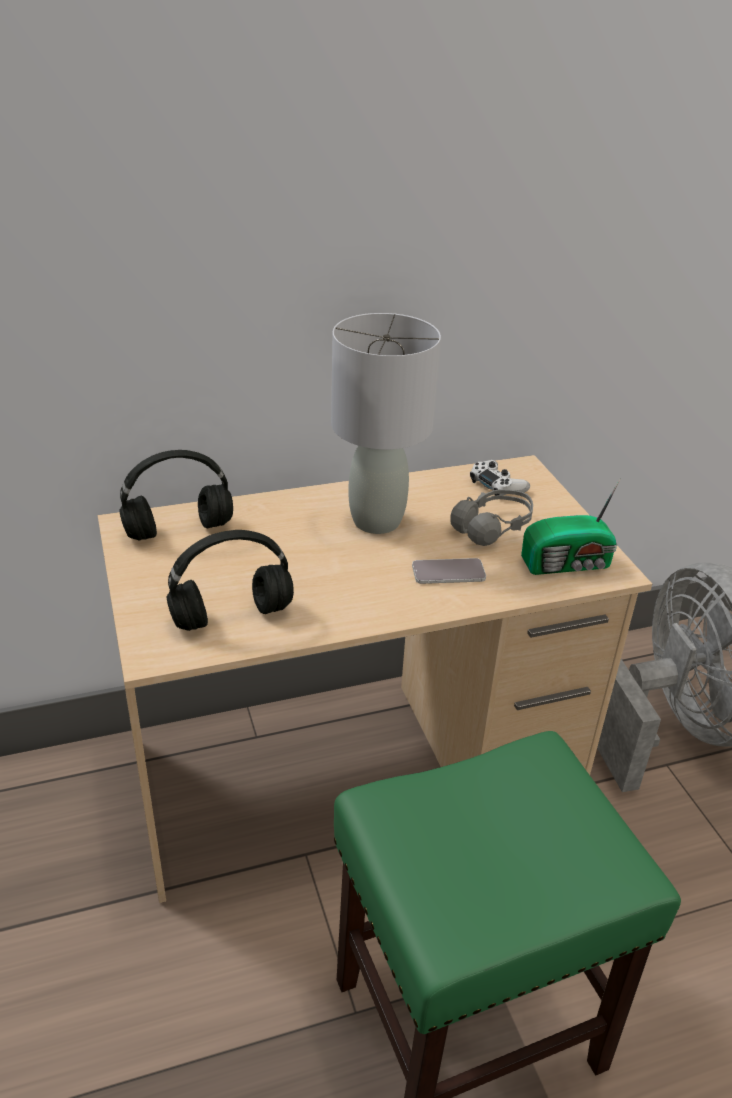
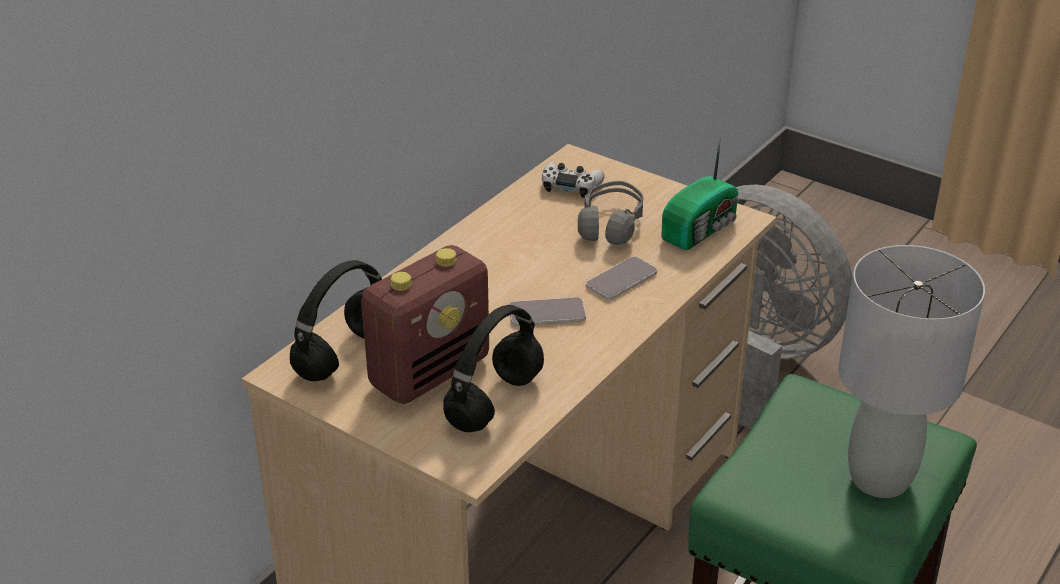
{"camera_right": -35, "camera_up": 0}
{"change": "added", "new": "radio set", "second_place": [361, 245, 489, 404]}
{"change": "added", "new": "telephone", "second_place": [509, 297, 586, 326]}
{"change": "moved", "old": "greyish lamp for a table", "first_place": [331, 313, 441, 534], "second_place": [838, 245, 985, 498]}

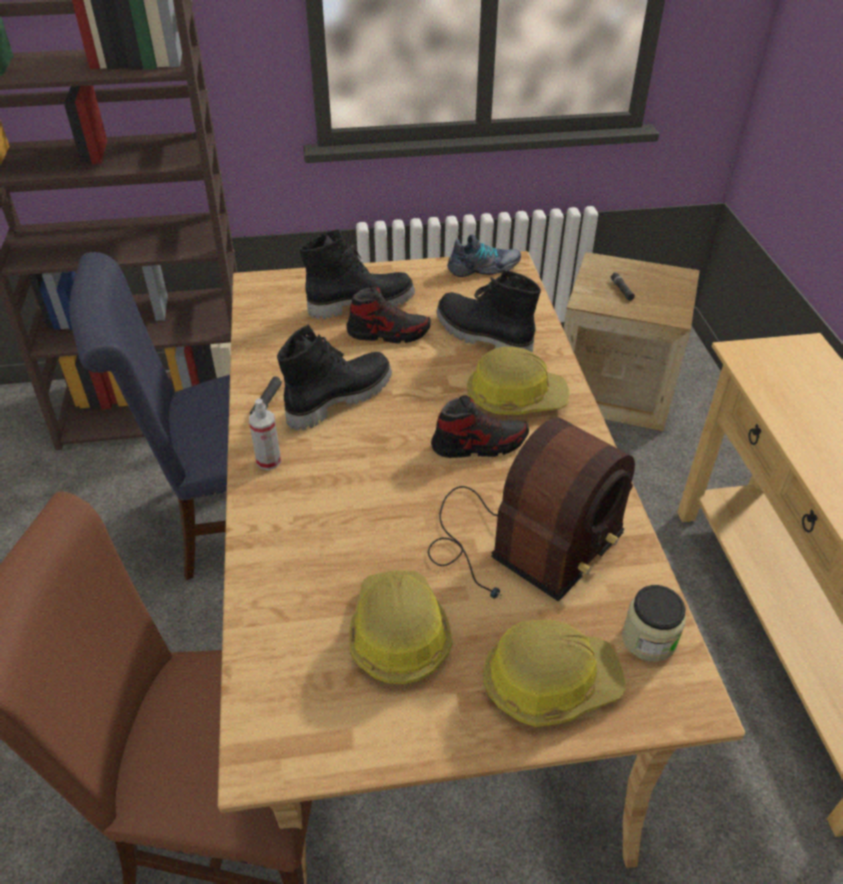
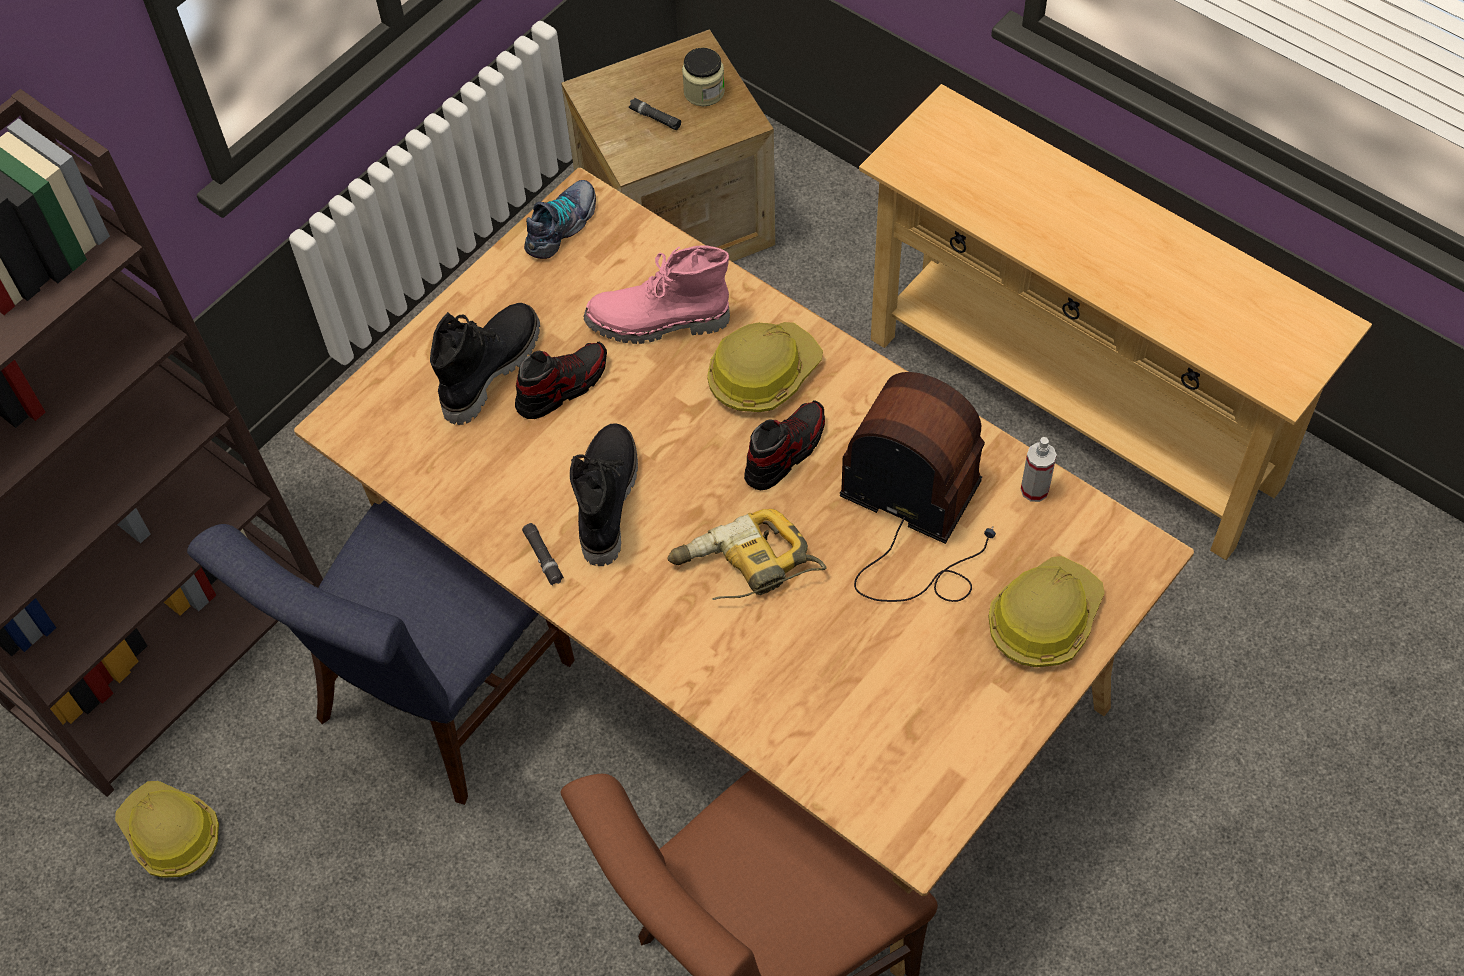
{"camera_right": -40, "camera_up": 15}
{"change": "added", "new": "power drill", "second_place": [668, 509, 827, 600]}
{"change": "moved", "old": "spray bottle", "first_place": [249, 398, 281, 470], "second_place": [1021, 437, 1057, 502]}
{"change": "moved", "old": "safety helmet", "first_place": [349, 570, 453, 684], "second_place": [115, 781, 219, 878]}
{"change": "moved", "old": "storage jar", "first_place": [622, 585, 686, 662], "second_place": [682, 48, 725, 106]}
{"change": "recoloured", "old": "blackish boot", "new": "pink-coloured boot", "first_place": [437, 270, 541, 353], "second_place": [584, 245, 730, 344]}
{"change": "turned", "old": "radio set", "first_place": [428, 417, 635, 602], "second_place": [840, 372, 996, 602], "degrees": -60}

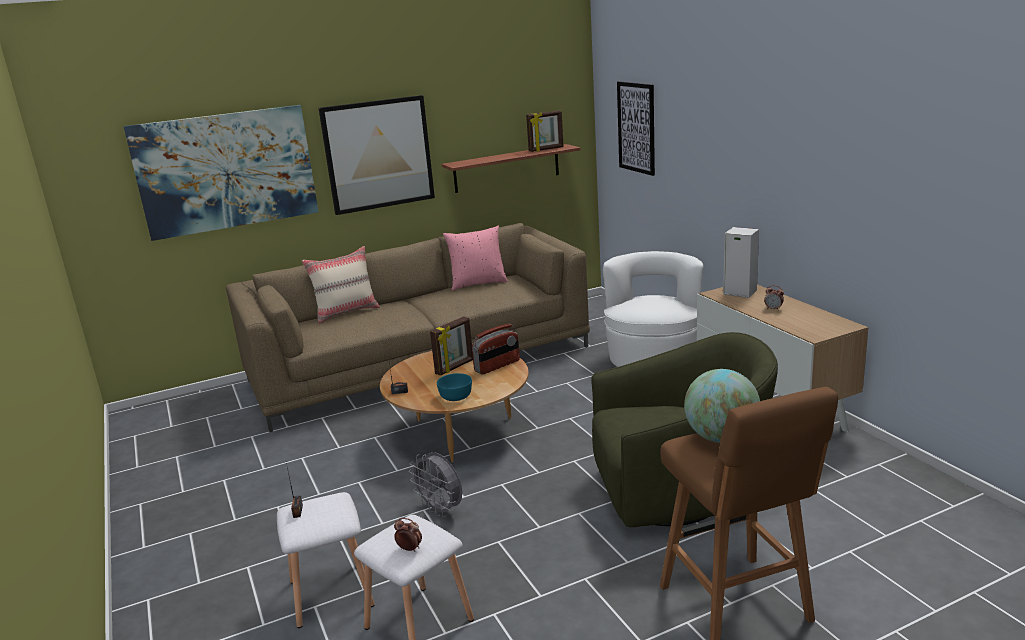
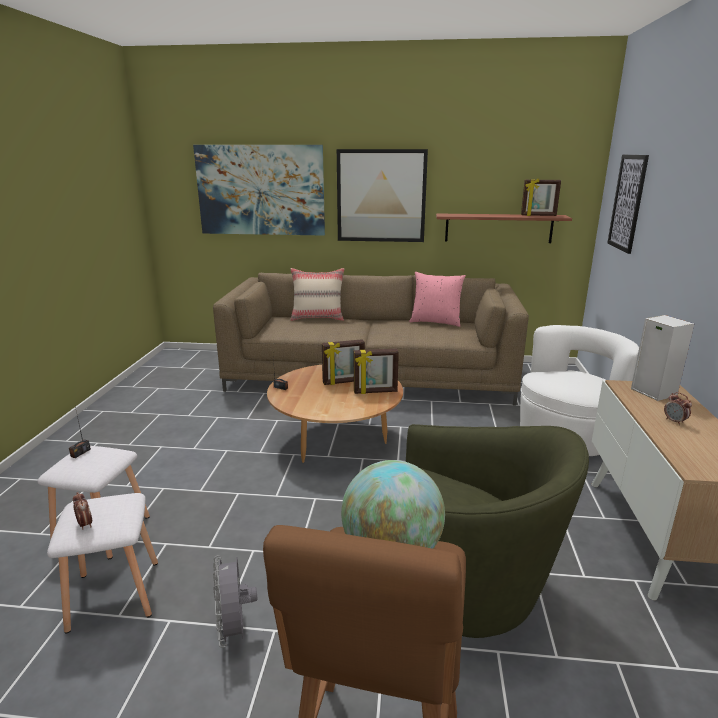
{"camera_right": 30, "camera_up": 0}
{"change": "removed", "old": "turquoise serving bowl", "first_place": [437, 373, 472, 401]}
{"change": "moved", "old": "greyish electric fan", "first_place": [409, 452, 462, 517], "second_place": [213, 555, 258, 648]}
{"change": "replaced", "old": "radio set", "new": "picture frame", "first_place": [472, 324, 520, 375], "second_place": [354, 349, 399, 394]}

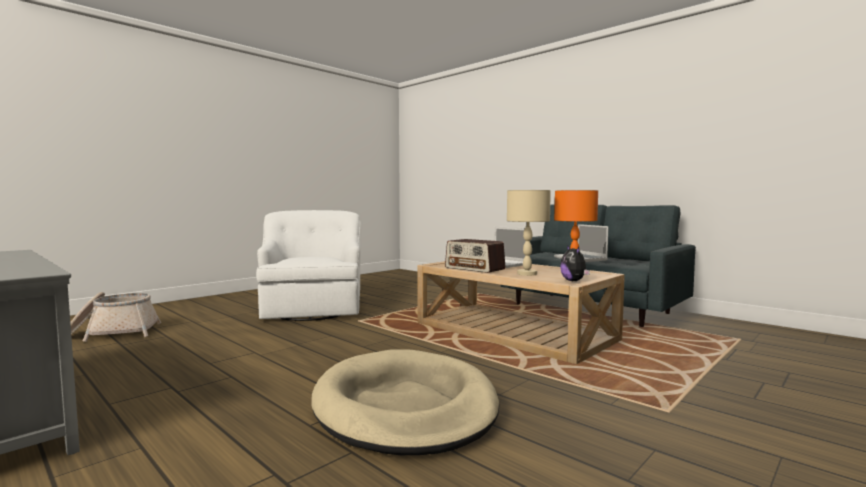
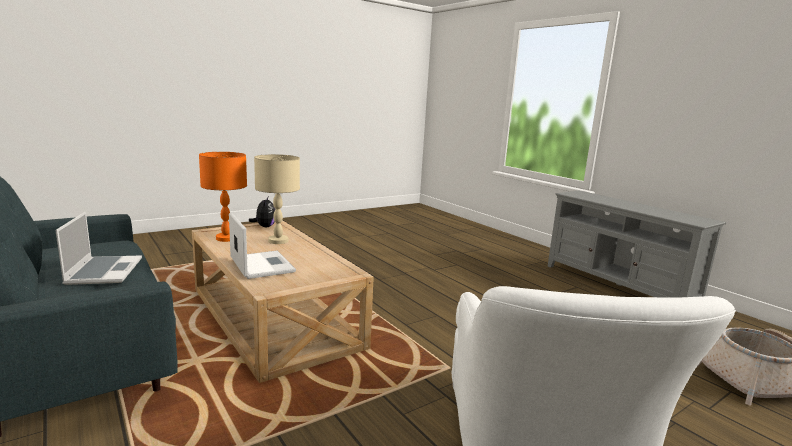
{"camera_right": -170, "camera_up": 10}
{"change": "removed", "old": "beige-coloured dog cushion", "first_place": [311, 350, 500, 455]}
{"change": "removed", "old": "radio set", "first_place": [445, 239, 506, 273]}

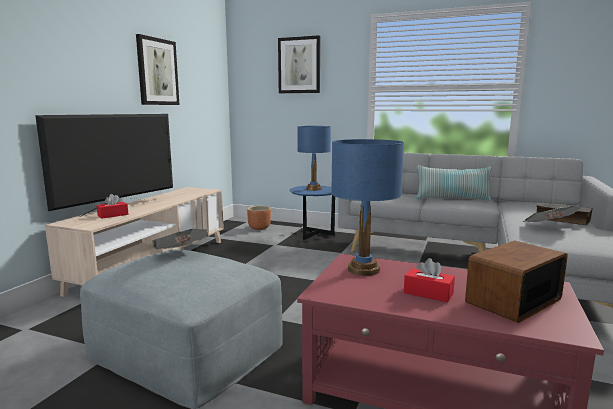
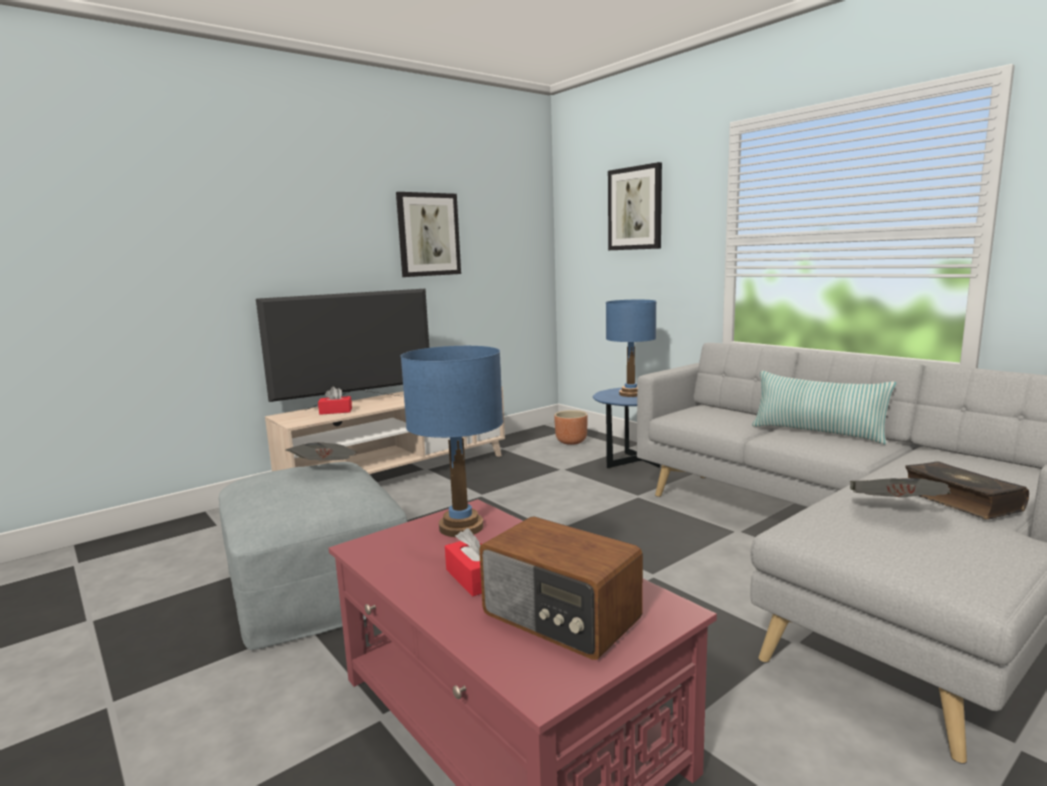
{"camera_right": 30, "camera_up": 0}
{"change": "turned", "old": "radio set", "first_place": [465, 240, 568, 323], "second_place": [479, 516, 643, 660], "degrees": -135}

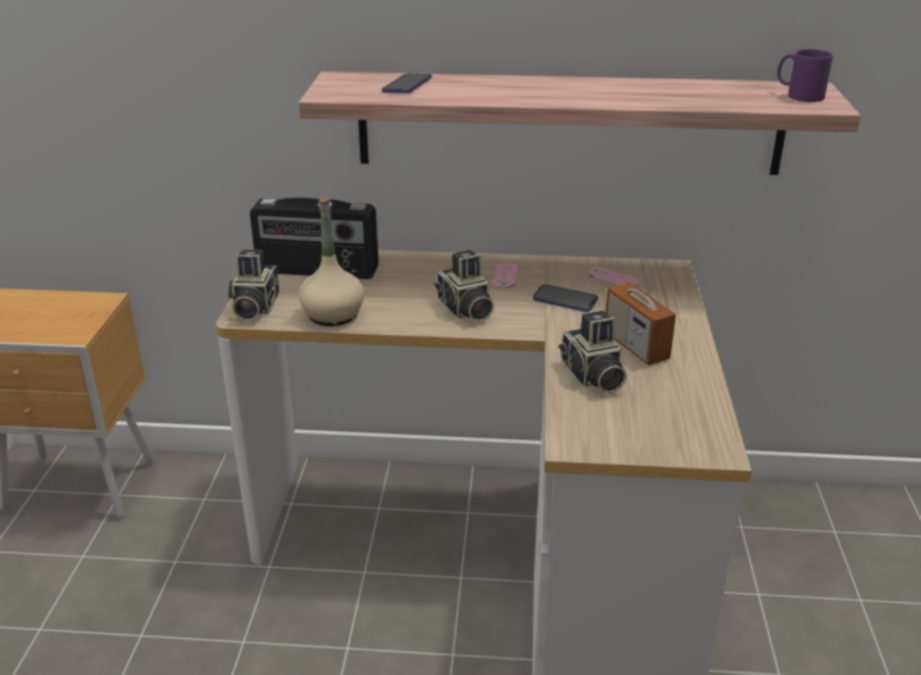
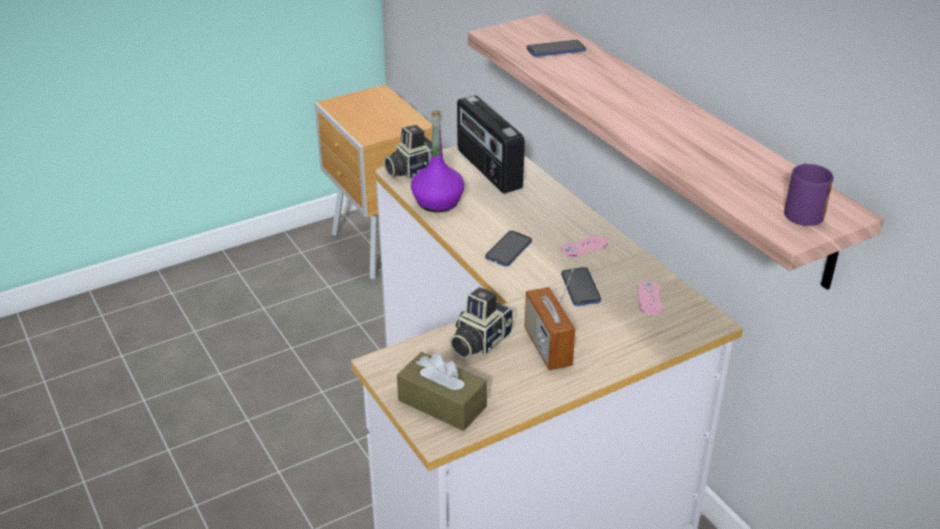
{"camera_right": 55, "camera_up": 5}
{"change": "added", "new": "brown-coloured tissue box", "second_place": [397, 352, 487, 431]}
{"change": "replaced", "old": "photo camera", "new": "telephone", "first_place": [435, 250, 494, 322], "second_place": [485, 231, 532, 267]}
{"change": "recoloured", "old": "beige-coloured bottle", "new": "purplish bottle", "first_place": [299, 198, 365, 326], "second_place": [411, 110, 464, 212]}
{"change": "turned", "old": "radio set", "first_place": [605, 249, 676, 365], "second_place": [525, 269, 575, 370], "degrees": -45}

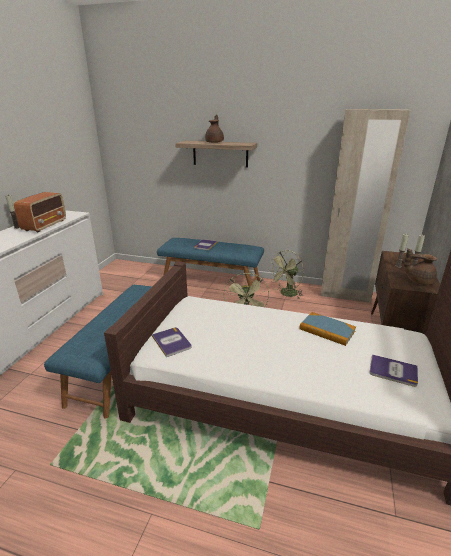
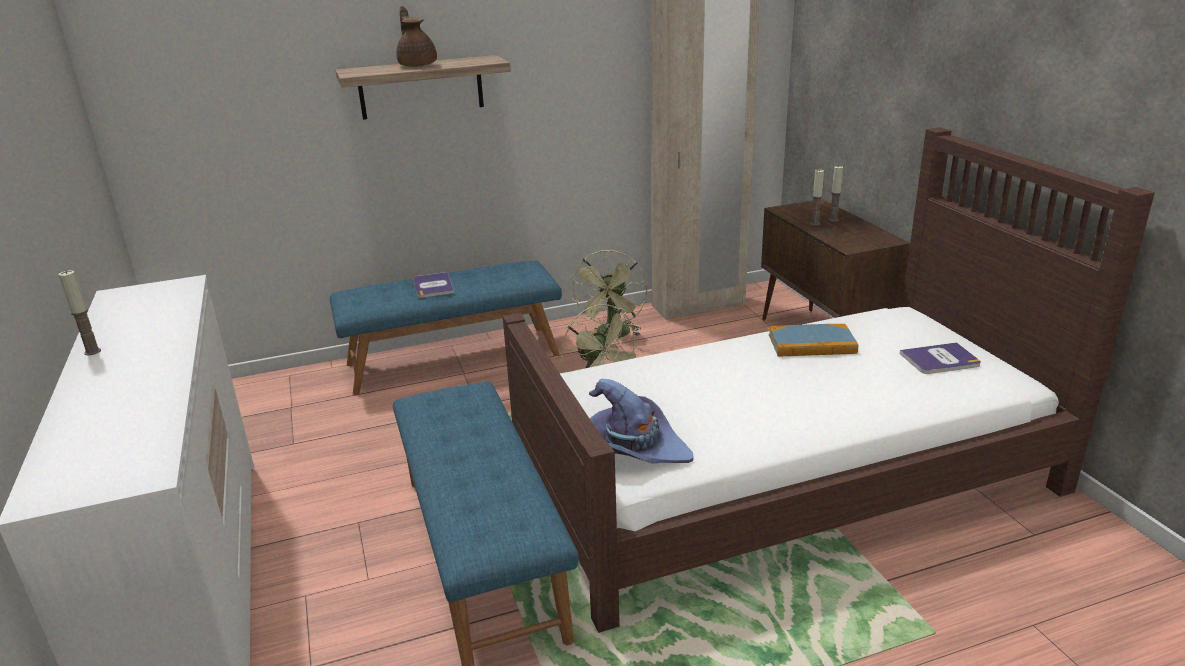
{"camera_right": -35, "camera_up": 0}
{"change": "removed", "old": "radio set", "first_place": [14, 192, 66, 232]}
{"change": "removed", "old": "brown-coloured pot for tea", "first_place": [404, 248, 437, 285]}
{"change": "replaced", "old": "bound book", "new": "purplish hat", "first_place": [152, 327, 192, 357], "second_place": [589, 379, 694, 464]}

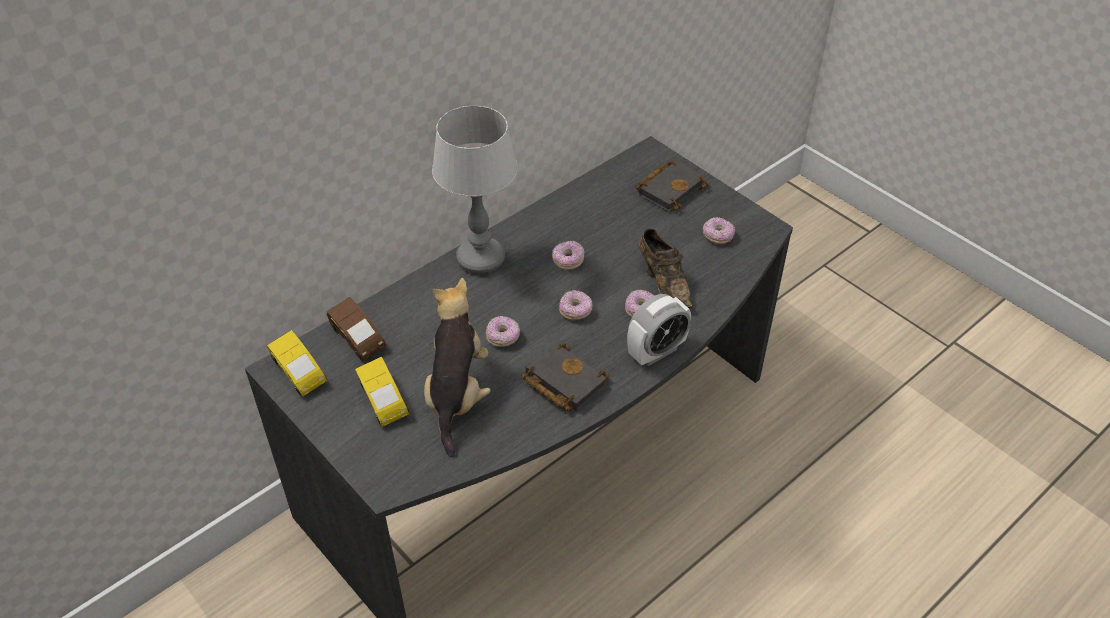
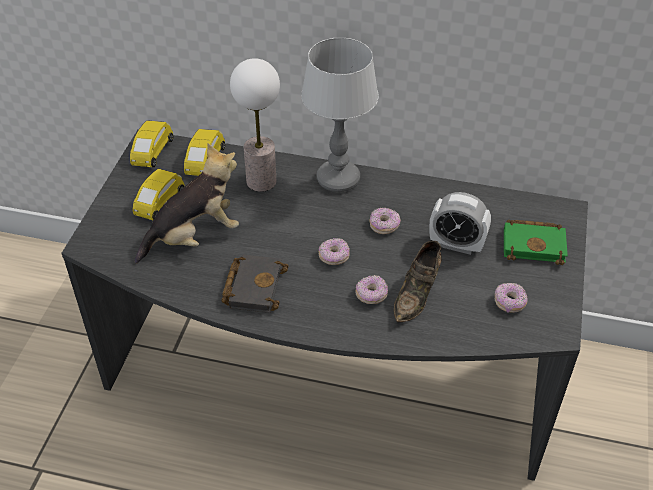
{"camera_right": 55, "camera_up": 0}
{"change": "removed", "old": "ring doughnut", "first_place": [486, 316, 520, 347]}
{"change": "added", "new": "lamp for a table", "second_place": [230, 58, 280, 192]}
{"change": "moved", "old": "bedside clock", "first_place": [627, 294, 691, 366], "second_place": [429, 192, 491, 255]}
{"change": "recoloured", "old": "brown-coloured toy car", "new": "yellow toy car", "first_place": [326, 297, 386, 361], "second_place": [184, 129, 225, 176]}
{"change": "recoloured", "old": "blackish bound book", "new": "green-coloured bound book", "first_place": [636, 161, 709, 212], "second_place": [504, 220, 568, 265]}

